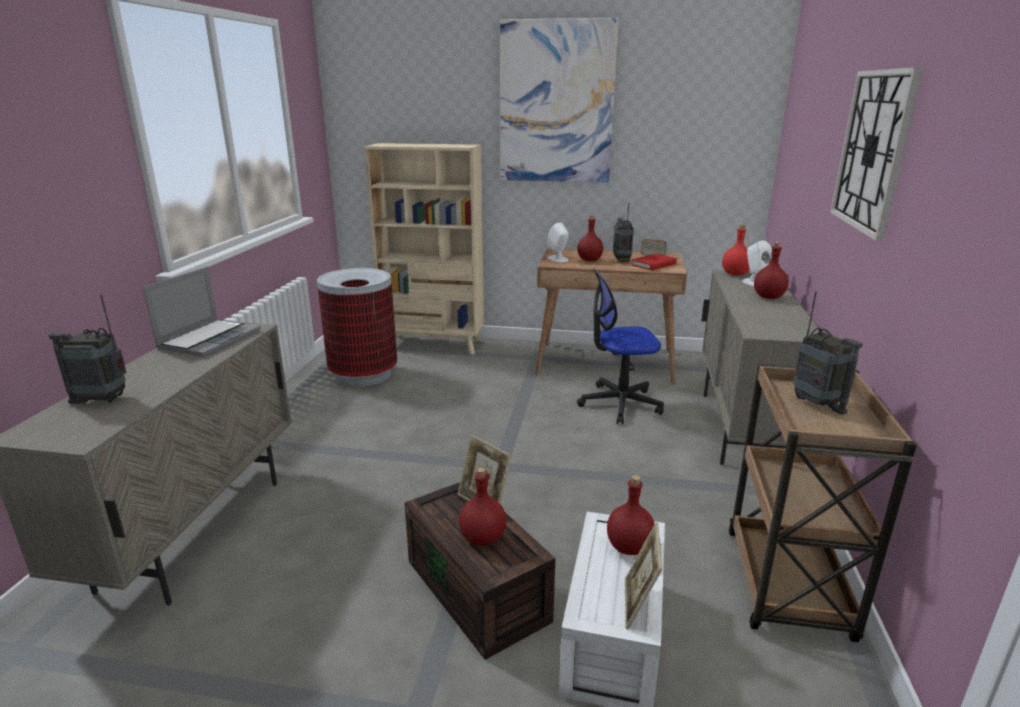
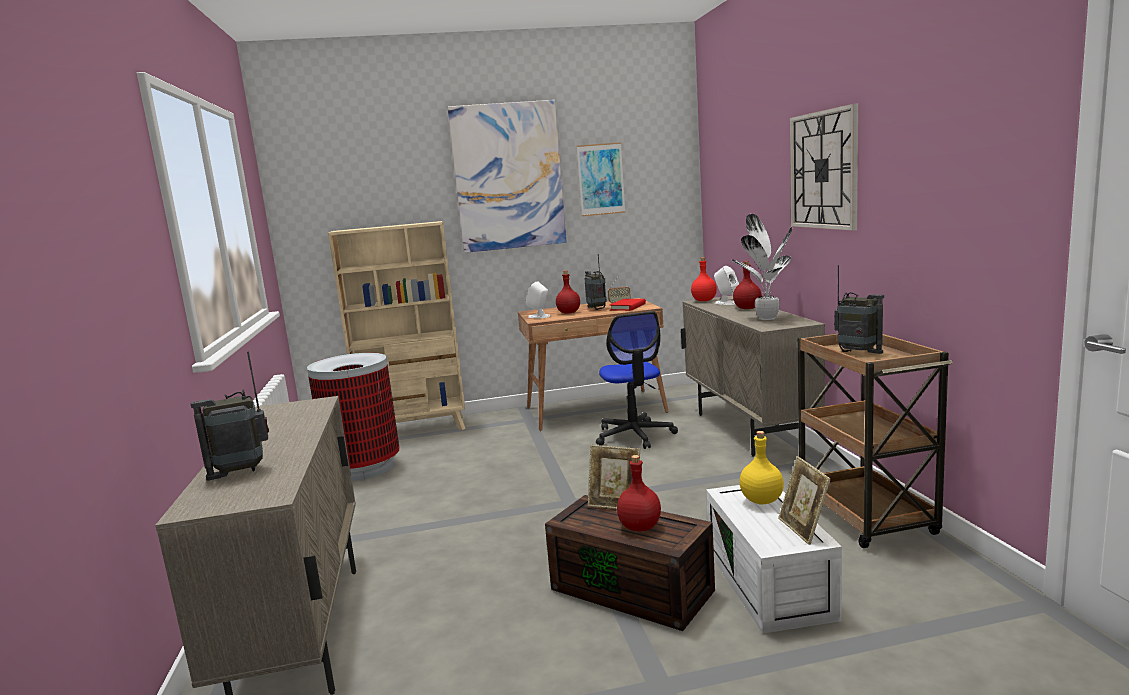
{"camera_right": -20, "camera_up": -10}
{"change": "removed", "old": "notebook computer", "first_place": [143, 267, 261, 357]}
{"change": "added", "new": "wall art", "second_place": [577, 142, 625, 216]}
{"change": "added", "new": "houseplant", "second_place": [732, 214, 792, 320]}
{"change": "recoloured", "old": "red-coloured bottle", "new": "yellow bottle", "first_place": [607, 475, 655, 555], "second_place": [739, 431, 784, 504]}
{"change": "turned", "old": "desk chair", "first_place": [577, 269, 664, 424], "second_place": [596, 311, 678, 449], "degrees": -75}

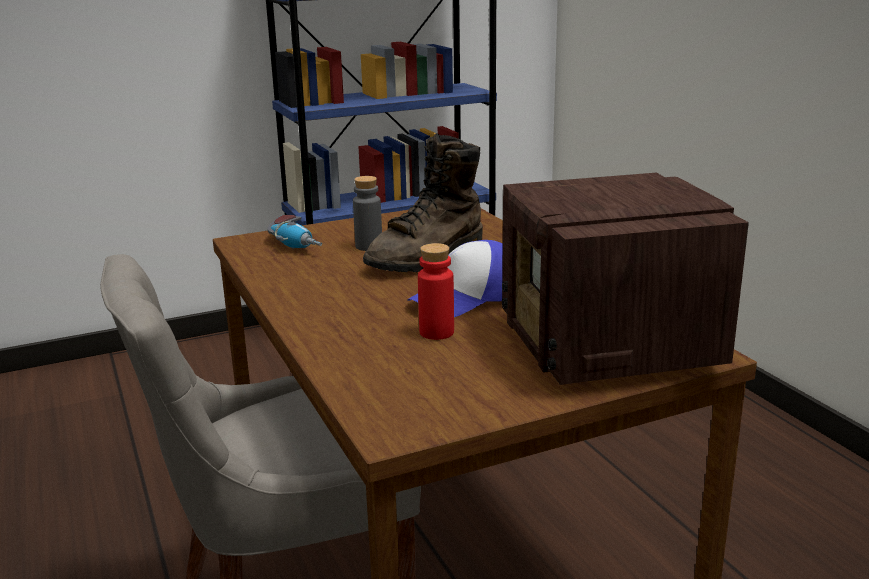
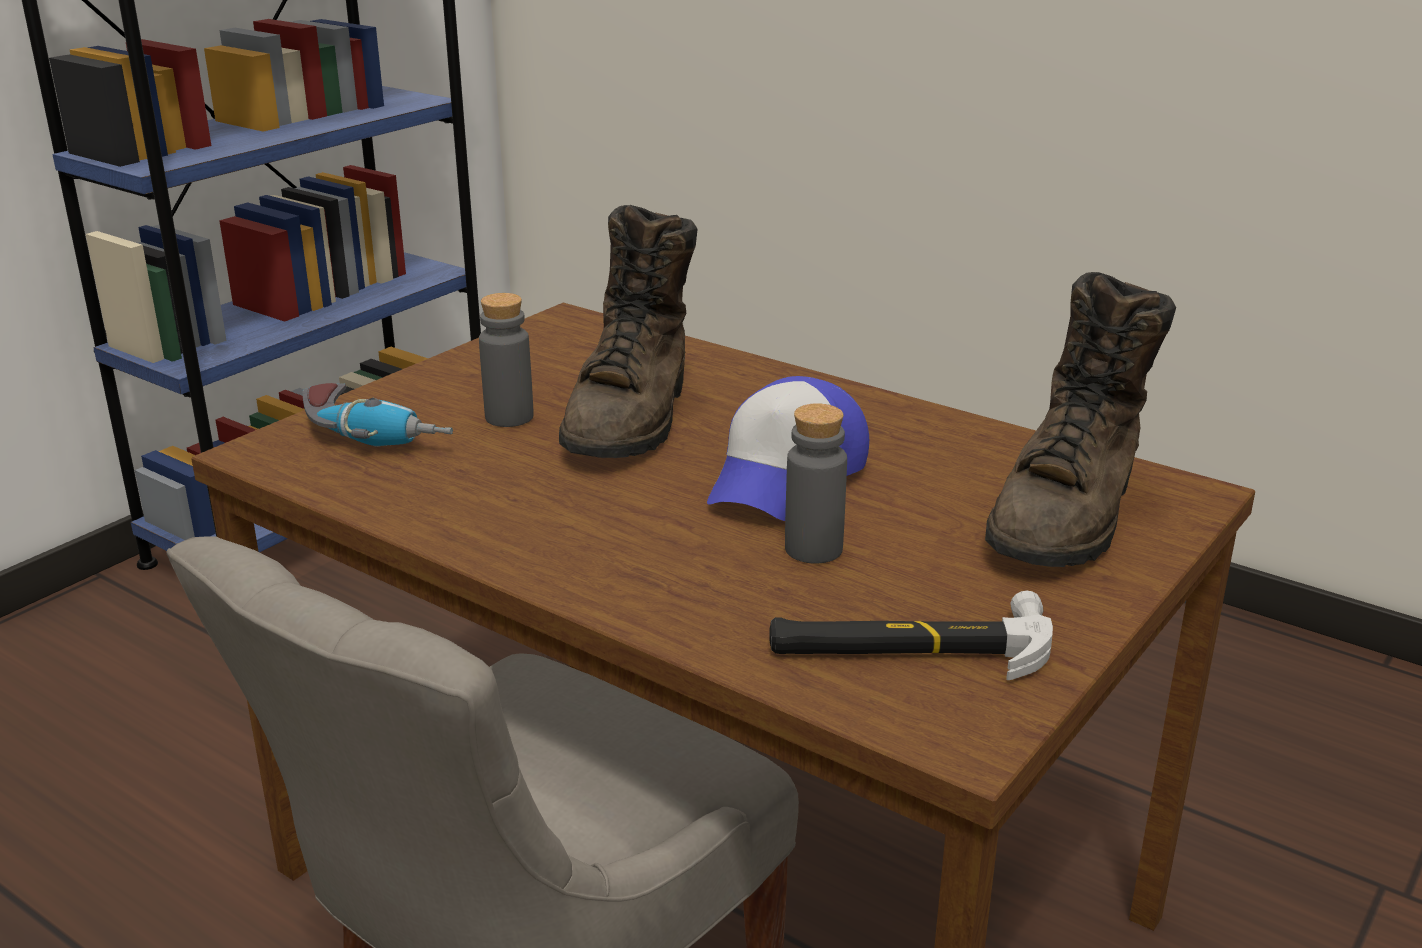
{"camera_right": -30, "camera_up": 5}
{"change": "added", "new": "tool hammer", "second_place": [769, 591, 1053, 680]}
{"change": "replaced", "old": "radio set", "new": "brown-coloured boot", "first_place": [502, 173, 749, 385], "second_place": [985, 272, 1176, 567]}
{"change": "recoloured", "old": "red-coloured bottle", "new": "greyish bottle", "first_place": [418, 243, 454, 340], "second_place": [785, 404, 847, 563]}

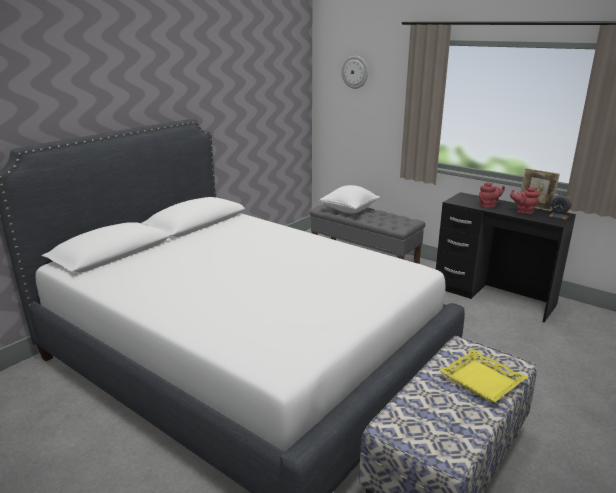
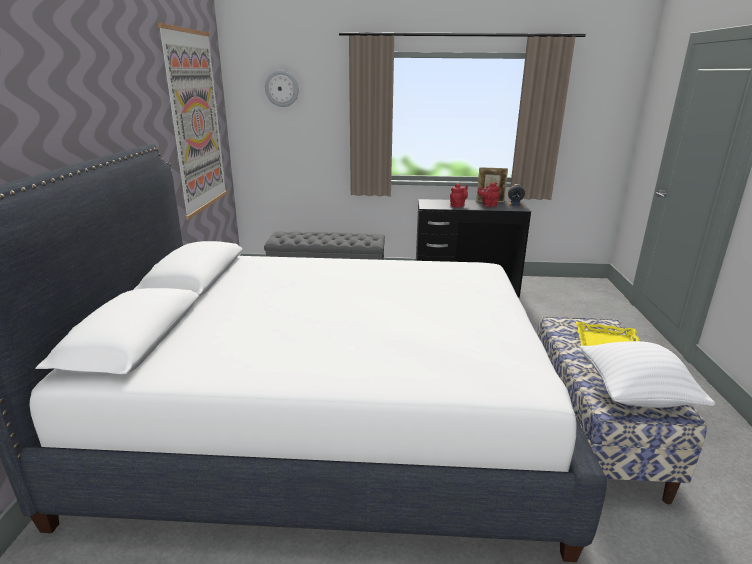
{"camera_right": -35, "camera_up": 0}
{"change": "added", "new": "wall art", "second_place": [158, 23, 227, 220]}
{"change": "moved", "old": "white pillow", "first_place": [319, 185, 380, 213], "second_place": [580, 341, 715, 408]}

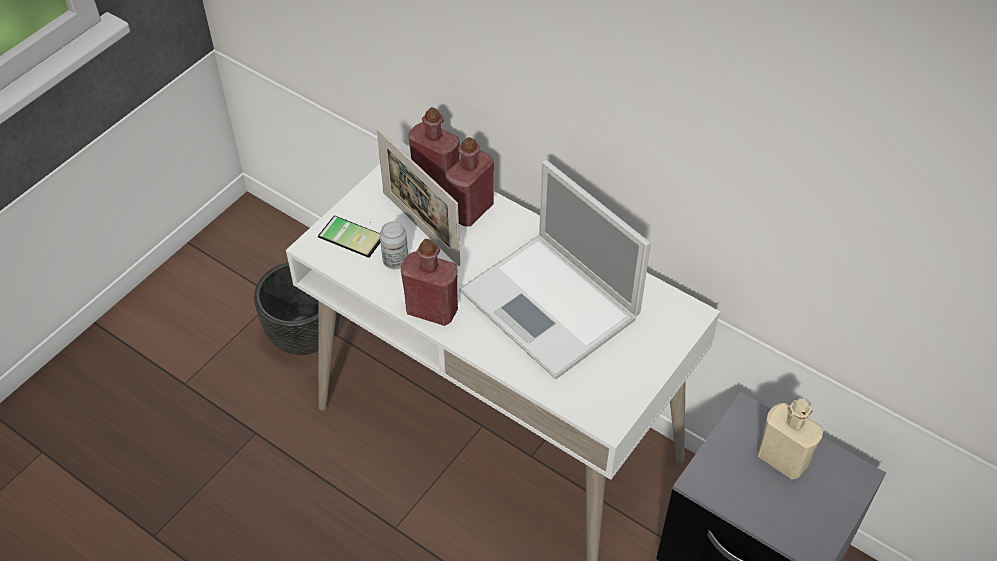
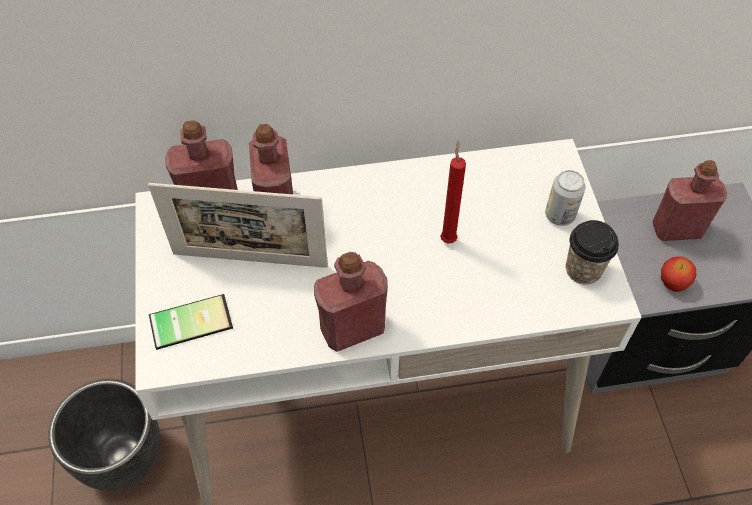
{"camera_right": -45, "camera_up": 5}
{"change": "added", "new": "small cup", "second_place": [566, 220, 619, 285]}
{"change": "added", "new": "apple", "second_place": [661, 256, 696, 292]}
{"change": "moved", "old": "sealed can", "first_place": [380, 222, 408, 269], "second_place": [545, 170, 586, 226]}
{"change": "replaced", "old": "notebook computer", "new": "red-coloured candle", "first_place": [459, 160, 651, 379], "second_place": [440, 140, 466, 244]}
{"change": "recoloured", "old": "beige-coloured bottle", "new": "red-coloured bottle", "first_place": [758, 399, 823, 479], "second_place": [653, 160, 727, 241]}

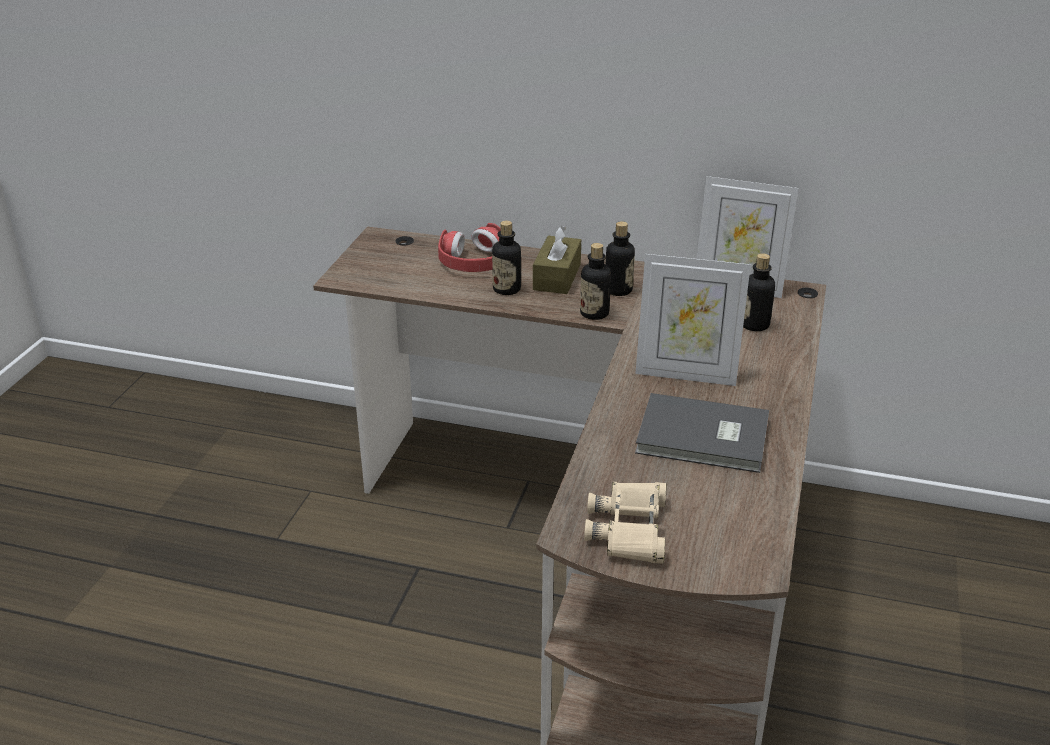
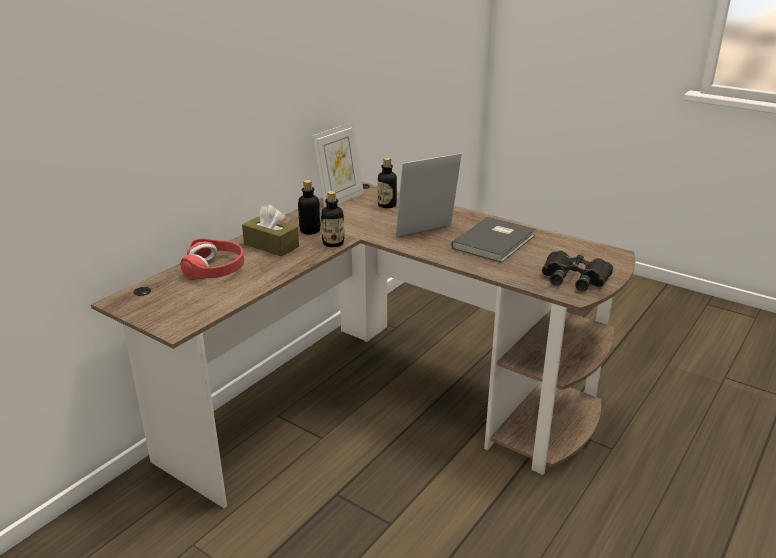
{"camera_right": -70, "camera_up": -5}
{"change": "removed", "old": "bottle", "first_place": [492, 221, 521, 295]}
{"change": "recoloured", "old": "beige-coloured pair of binoculars", "new": "blackish pair of binoculars", "first_place": [584, 482, 667, 564], "second_place": [542, 251, 613, 291]}
{"change": "turned", "old": "picture frame", "first_place": [635, 254, 751, 386], "second_place": [396, 153, 462, 237], "degrees": -150}

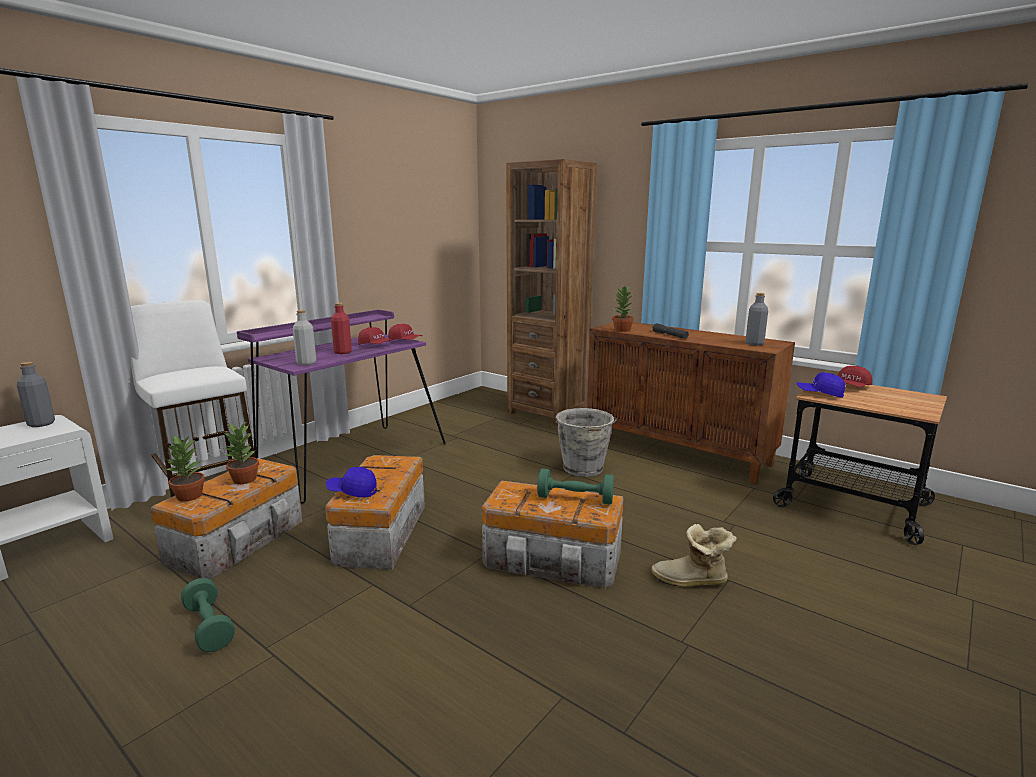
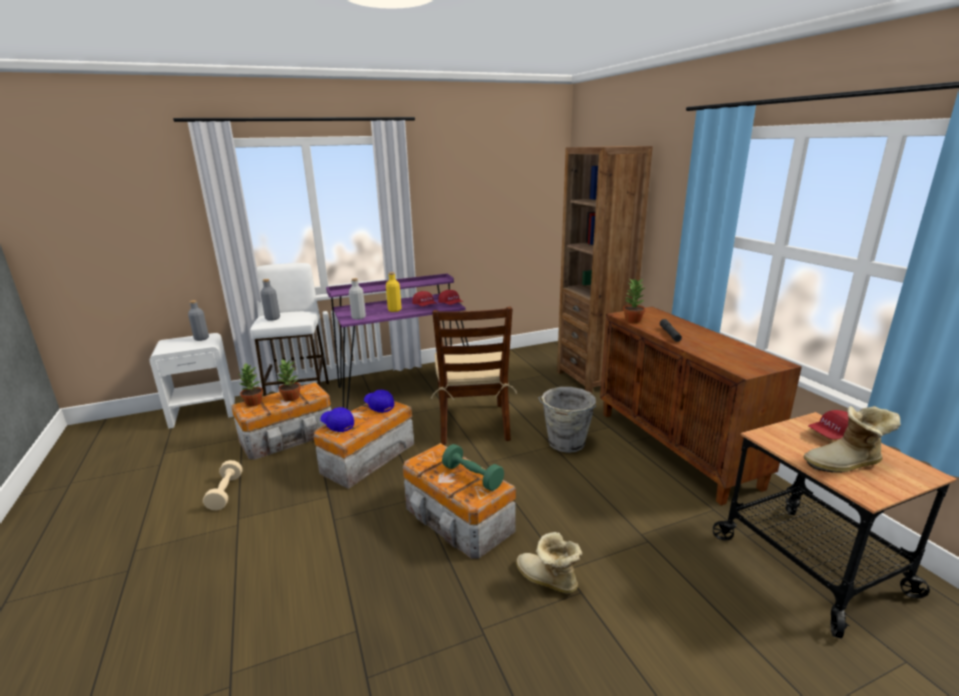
{"camera_right": 30, "camera_up": 5}
{"change": "added", "new": "brown-coloured chair", "second_place": [431, 307, 517, 445]}
{"change": "added", "new": "boot", "second_place": [804, 406, 900, 473]}
{"change": "moved", "old": "greyish bottle", "first_place": [746, 293, 768, 346], "second_place": [260, 279, 280, 321]}
{"change": "moved", "old": "blue peaked cap", "first_place": [796, 372, 845, 398], "second_place": [364, 390, 394, 413]}
{"change": "recoloured", "old": "green-coloured dumbbell", "new": "beige-coloured dumbbell", "first_place": [181, 578, 235, 652], "second_place": [203, 460, 242, 510]}
{"change": "recoloured", "old": "red-coloured bottle", "new": "yellow bottle", "first_place": [331, 303, 352, 354], "second_place": [386, 272, 402, 312]}

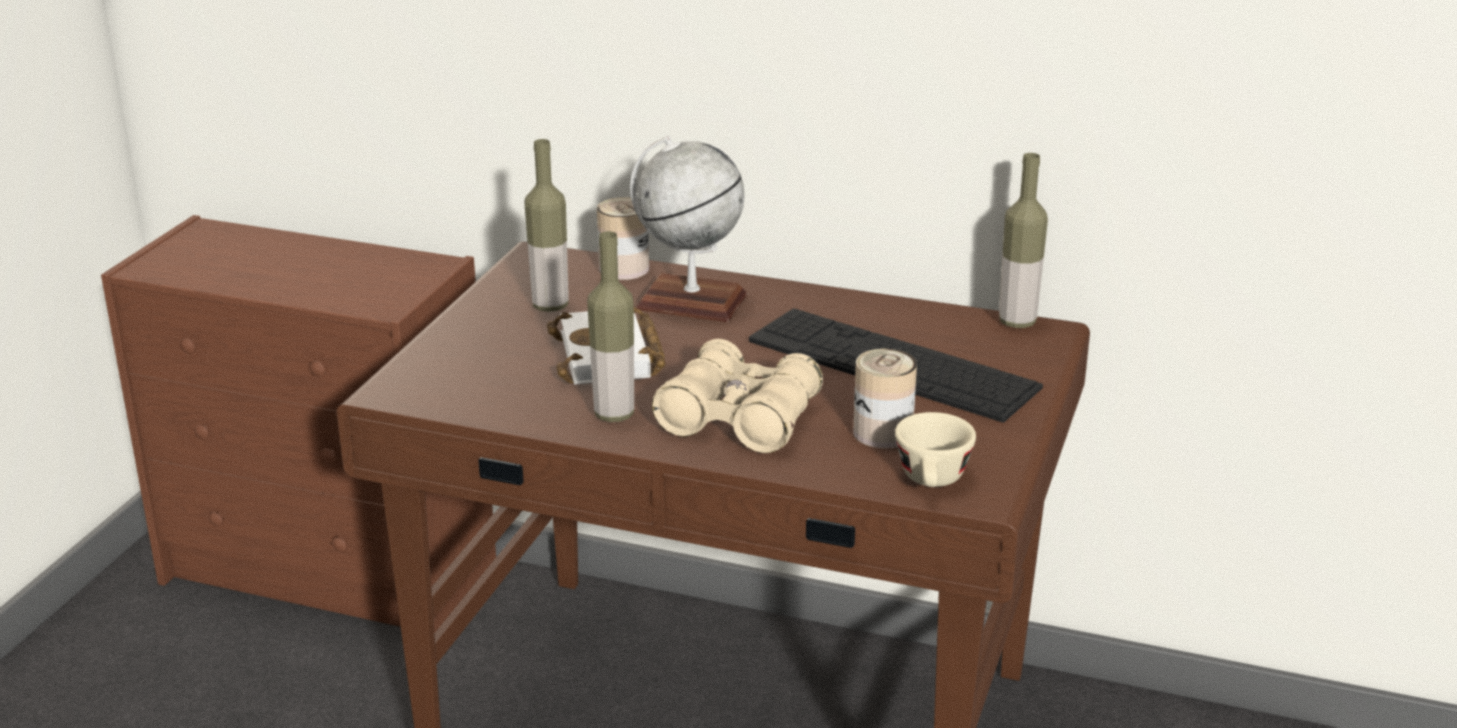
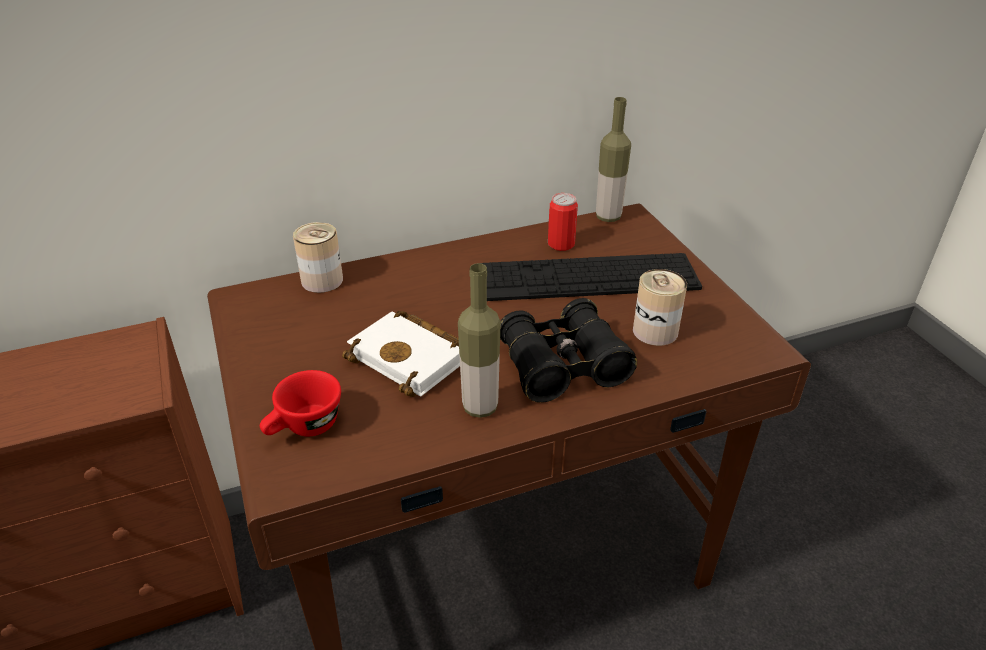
{"camera_right": -40, "camera_up": 10}
{"change": "removed", "old": "bottle", "first_place": [524, 139, 569, 312]}
{"change": "removed", "old": "desk globe", "first_place": [630, 136, 747, 322]}
{"change": "removed", "old": "beige-coloured small cup", "first_place": [895, 412, 976, 487]}
{"change": "added", "new": "red-coloured small cup", "second_place": [260, 370, 341, 437]}
{"change": "added", "new": "sealed can", "second_place": [548, 193, 578, 251]}
{"change": "recoloured", "old": "beige-coloured pair of binoculars", "new": "blackish pair of binoculars", "first_place": [652, 339, 823, 453], "second_place": [500, 298, 637, 403]}

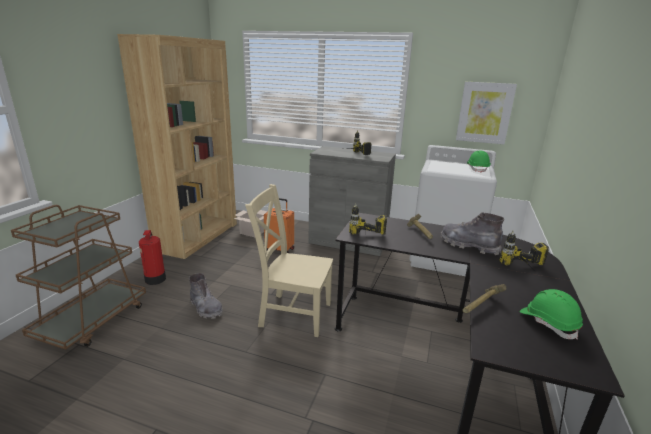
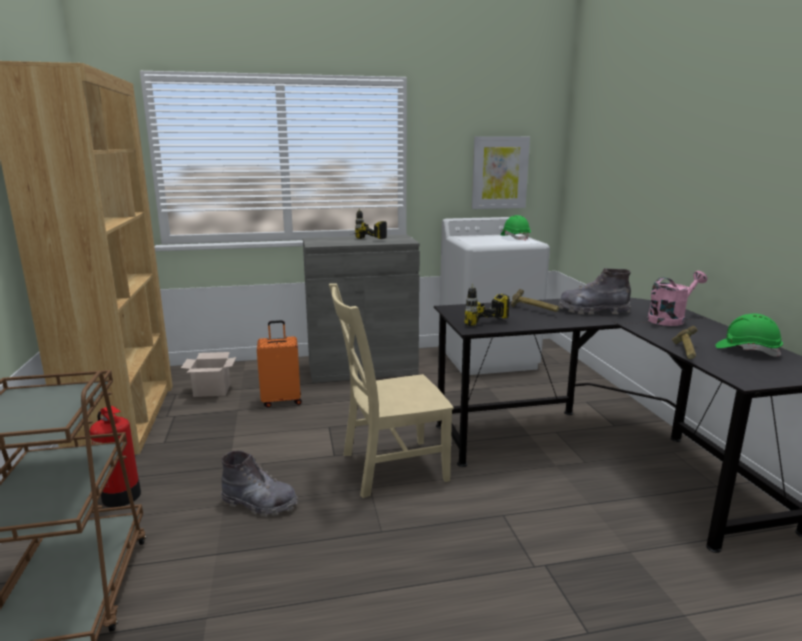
{"camera_right": -30, "camera_up": -5}
{"change": "replaced", "old": "power drill", "new": "pink-coloured watering can", "first_place": [499, 231, 549, 270], "second_place": [647, 271, 707, 326]}

